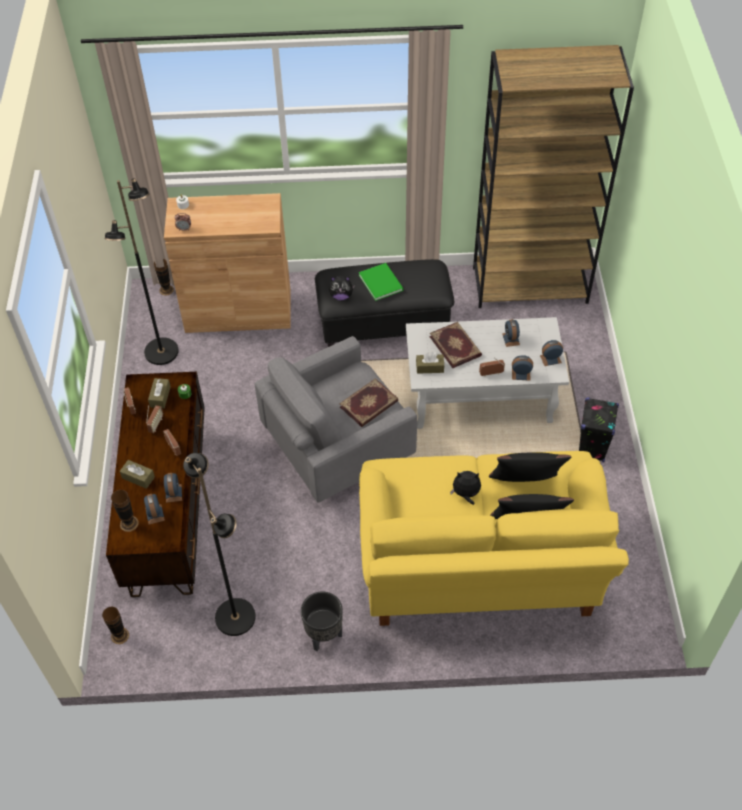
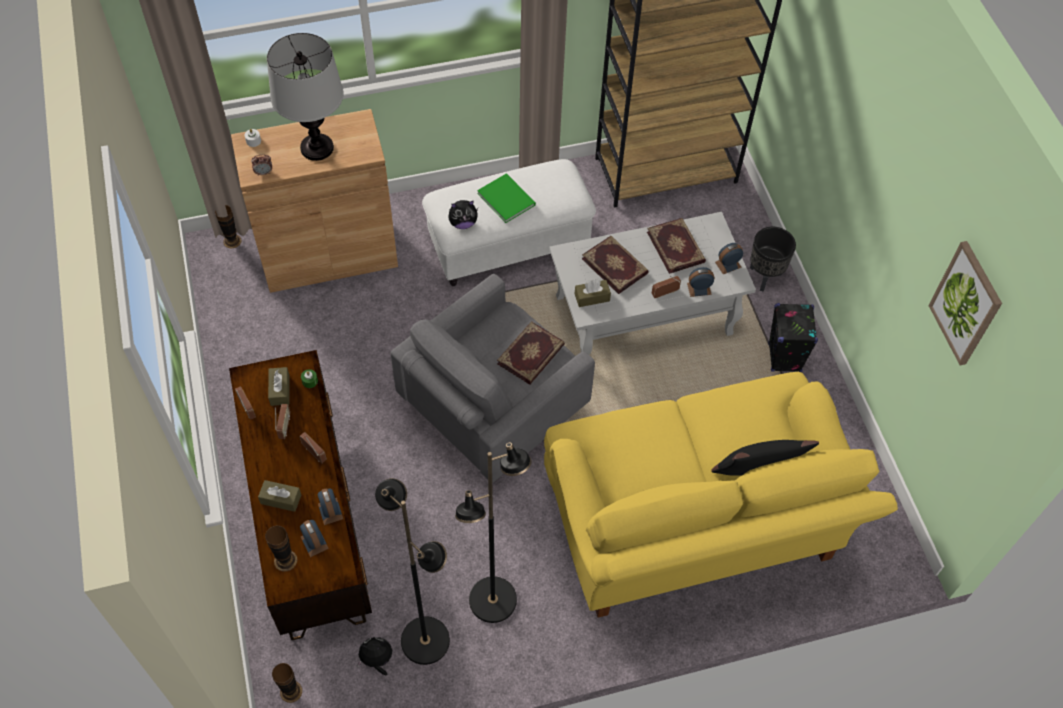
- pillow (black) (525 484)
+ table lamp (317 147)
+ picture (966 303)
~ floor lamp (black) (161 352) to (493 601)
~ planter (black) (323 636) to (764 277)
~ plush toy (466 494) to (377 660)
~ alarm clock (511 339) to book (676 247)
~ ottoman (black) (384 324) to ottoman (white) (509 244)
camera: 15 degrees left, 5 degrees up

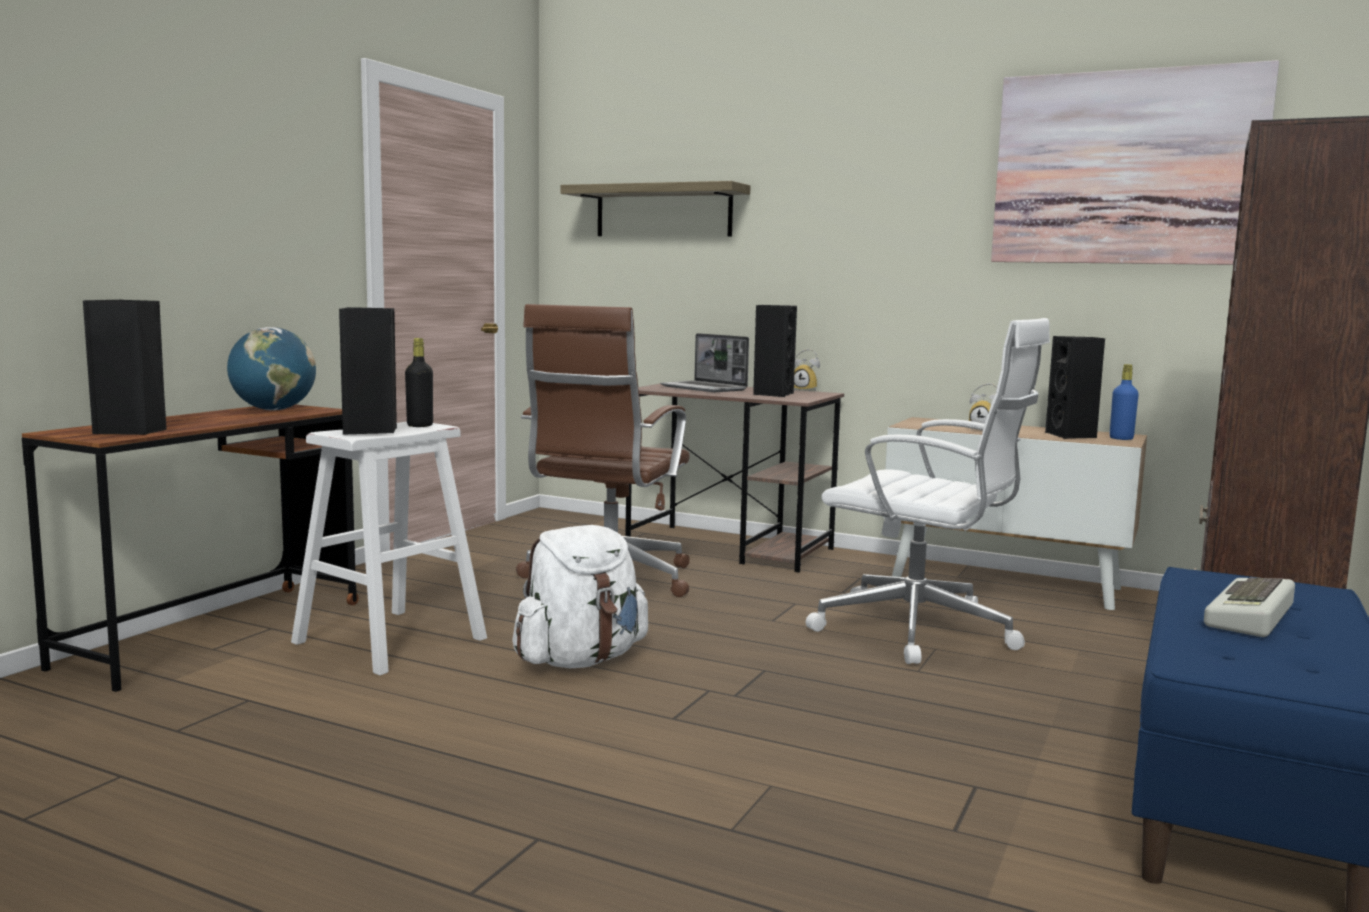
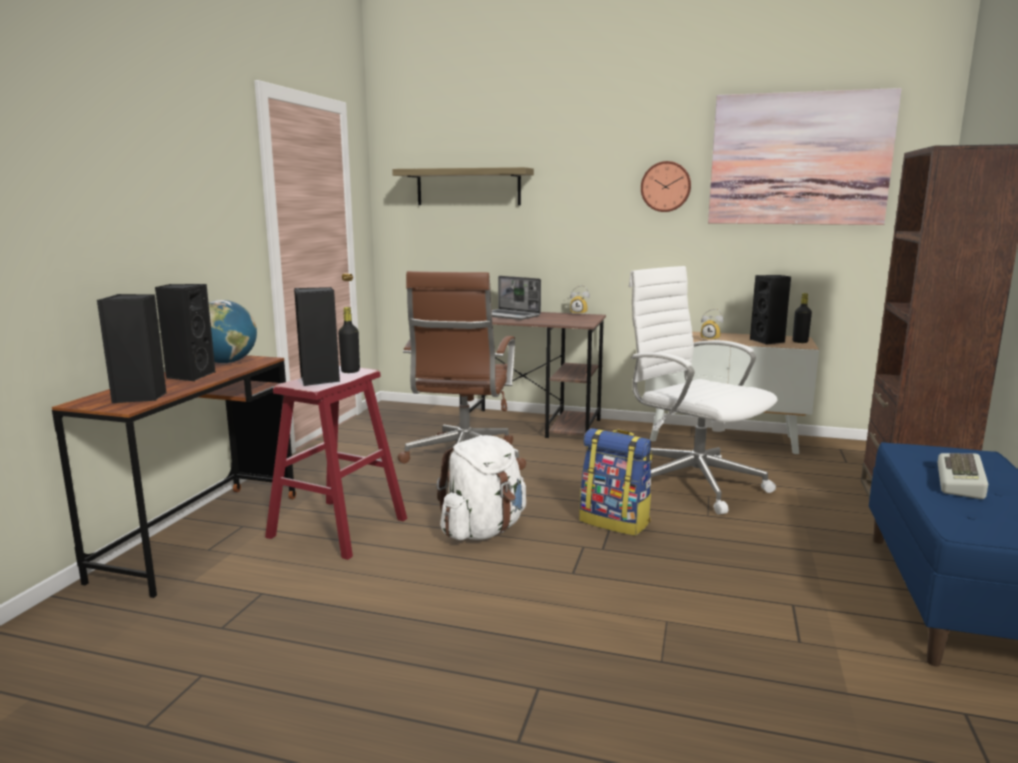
+ backpack (615 522)
+ wall clock (665 186)
~ speaker (black) (773 394) to (190 376)
~ stool (white) (390 640) to stool (red) (338 528)
~ bottle (blue) (1121 438) to bottle (black) (800 342)
~ office chair (white) (921 631) = (692 483) 150 degrees counterclockwise
camera: 10 degrees left, 5 degrees up

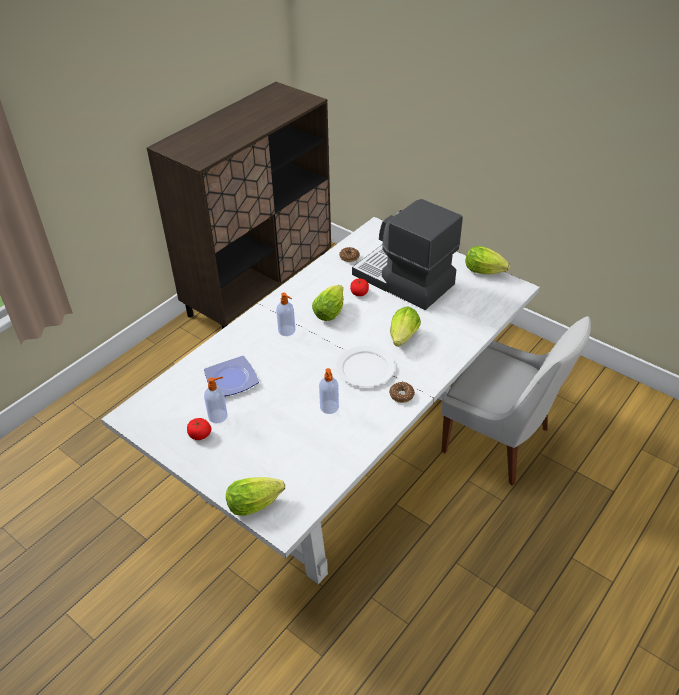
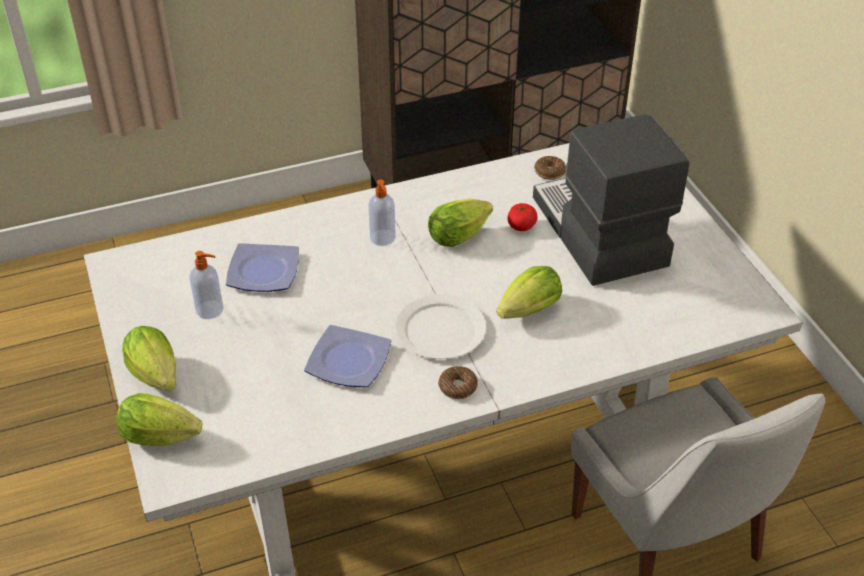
- tomato (200 434)
~ lettuce (486 272) to (157 377)
~ soap dispenser (329 408) to plate (350 360)
camera: 30 degrees right, 0 degrees up

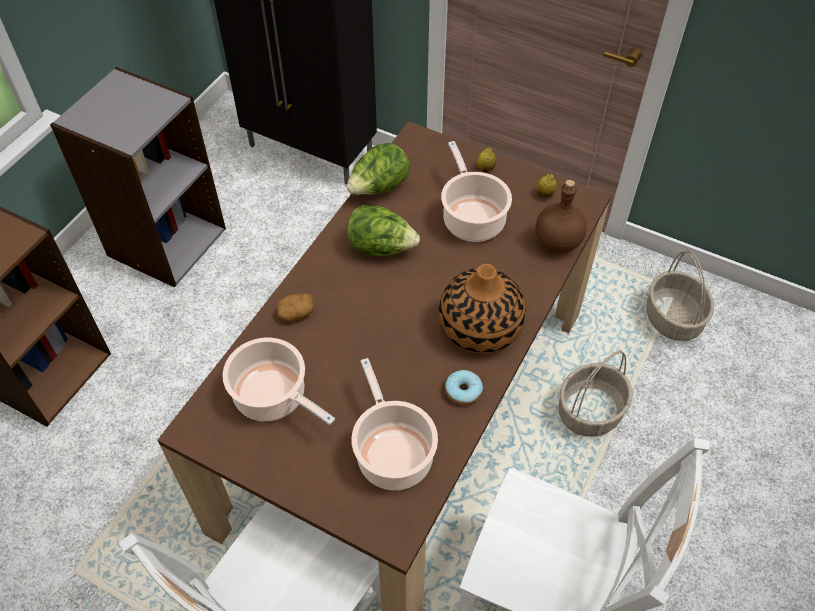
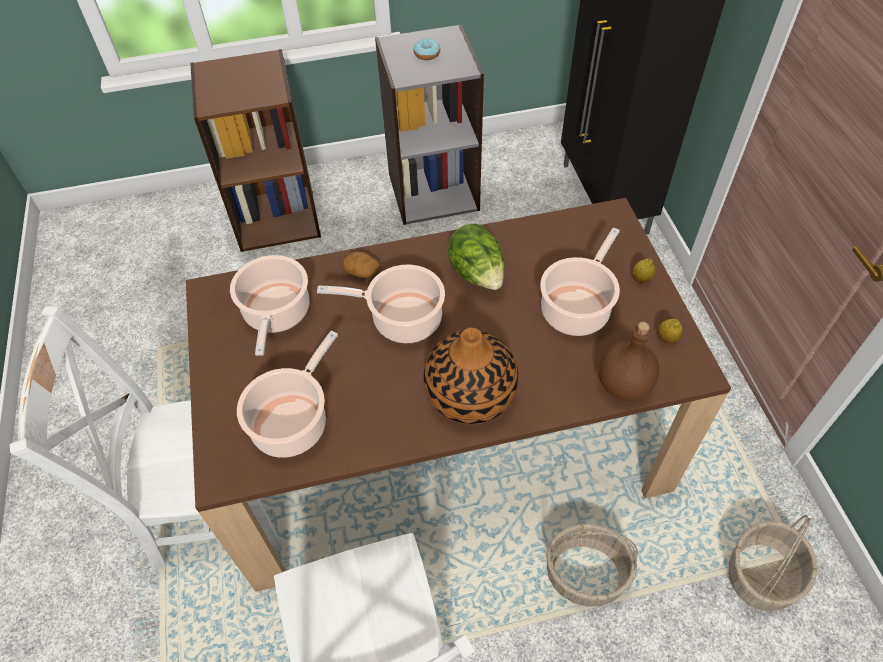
- lettuce (379 188)
+ cooking pot (402 319)
~ donut (463 391) to (427 54)
camera: 50 degrees right, 0 degrees up

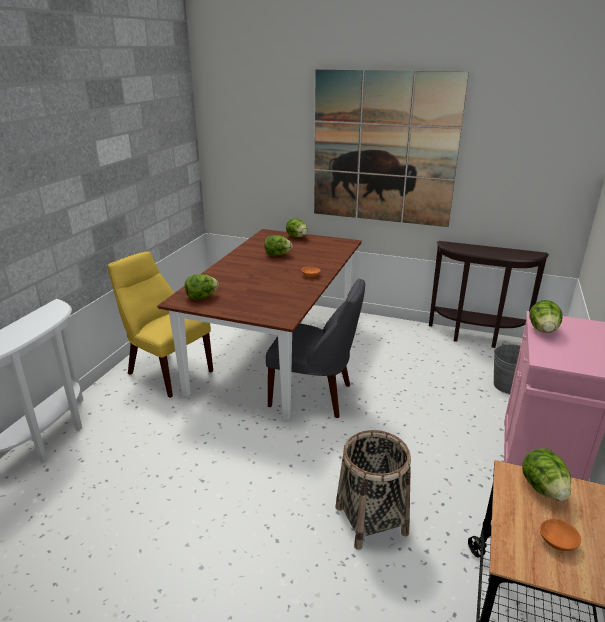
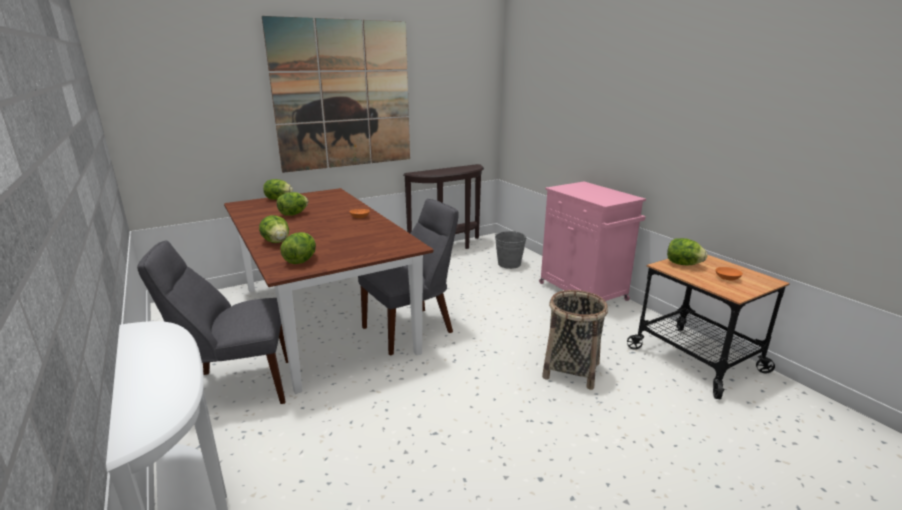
~ lettuce (543 330) to (276 242)
~ chair (yellow) (167 371) to chair (grey) (237 387)
camera: 50 degrees left, 5 degrees down

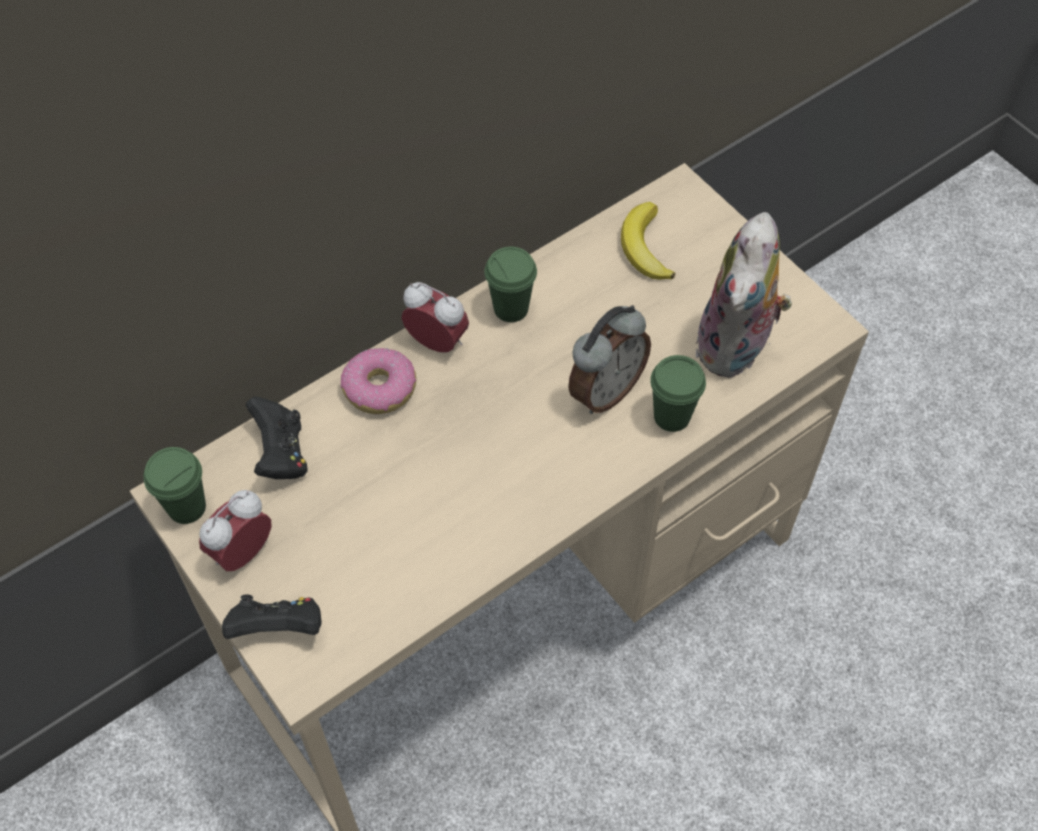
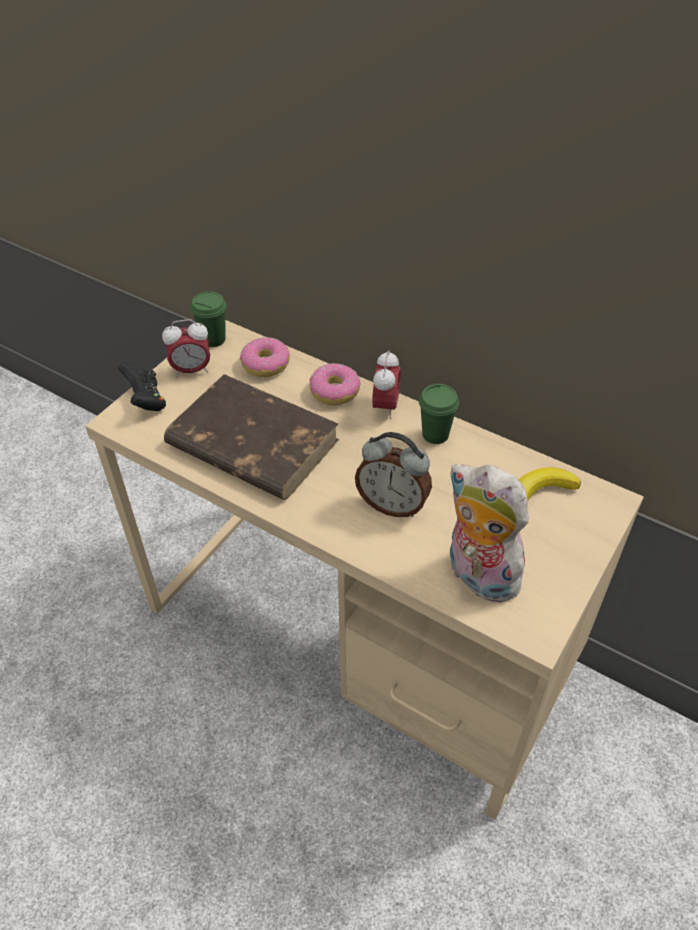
- cup (green) (671 416)
+ book (brown) (251 443)
~ game controller (black) (281 454) to donut (266 364)
~ alarm clock (242 552) = (191 370) 150 degrees clockwise
~ plush toy (736 348) = (477 575) 45 degrees clockwise
camera: 70 degrees right, 10 degrees down

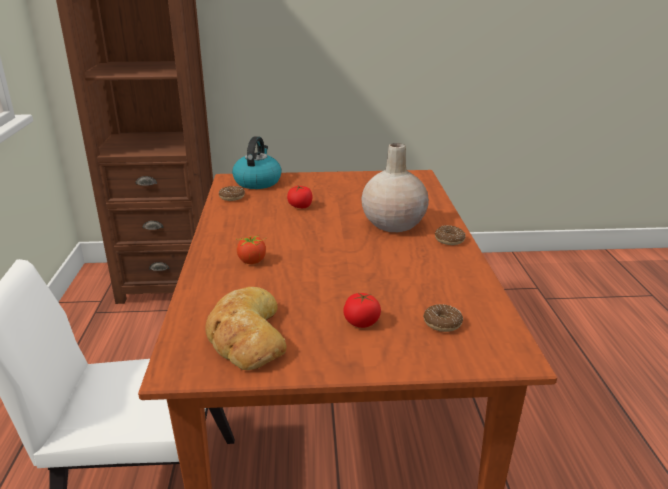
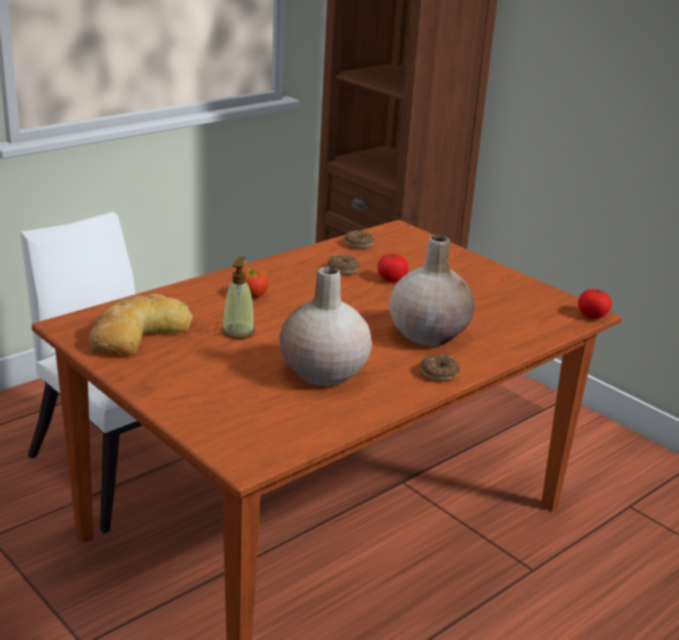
- kettle (257 182)
+ soap dispenser (238 331)
+ vase (beige) (323 373)
~ tomato (361 322) to (592 315)
~ donut (442 323) to (343 269)
camera: 50 degrees right, 0 degrees up

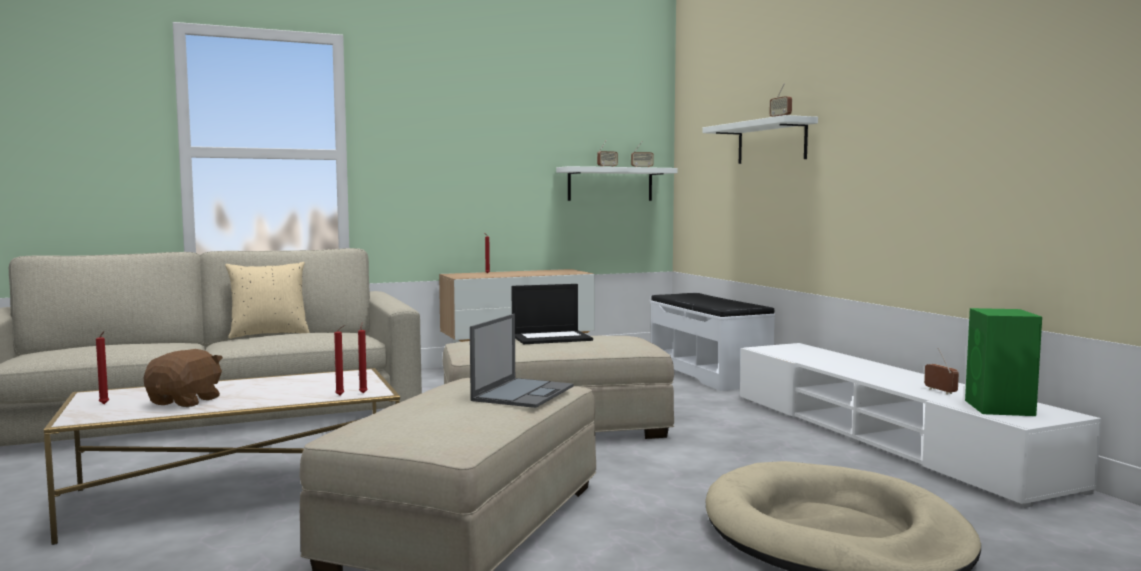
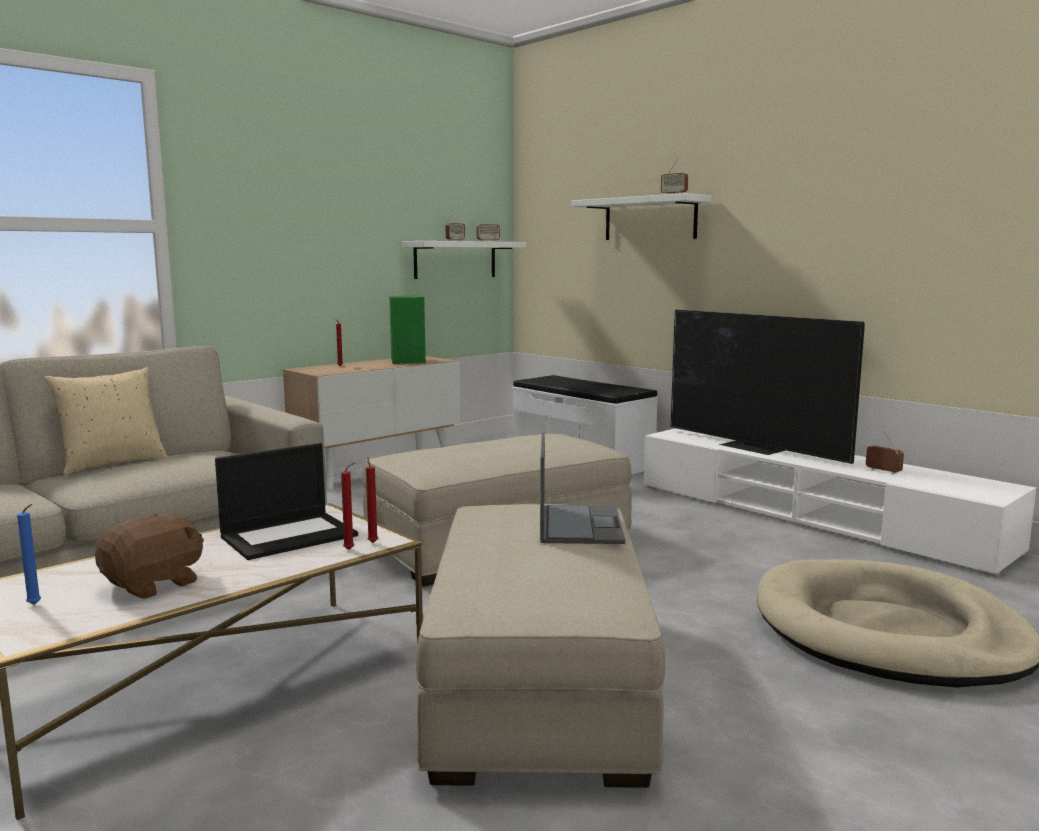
+ television (753 447)
~ laptop (552 338) to (289 535)
~ speaker (green) (999 408) to (408 361)
~ candle (red) (104 404) to candle (blue) (36 605)
~ plush toy (brown) (186 401) = (154 584) 45 degrees clockwise
camera: 20 degrees left, 5 degrees up

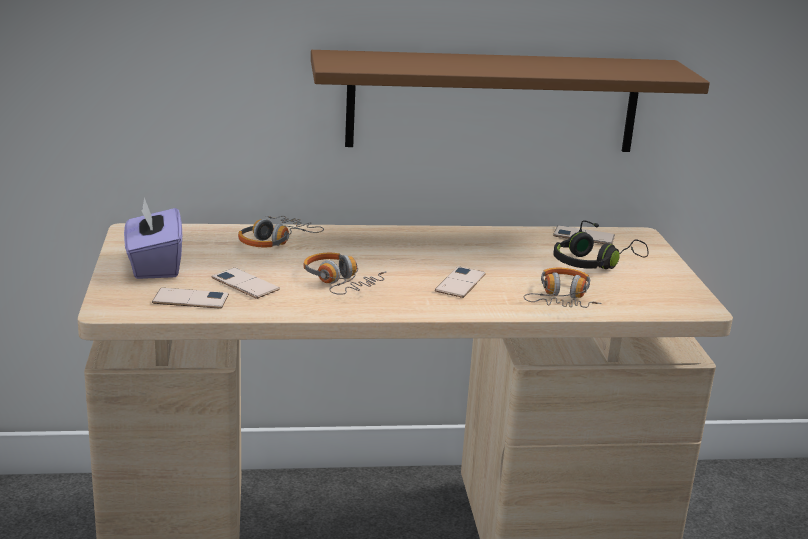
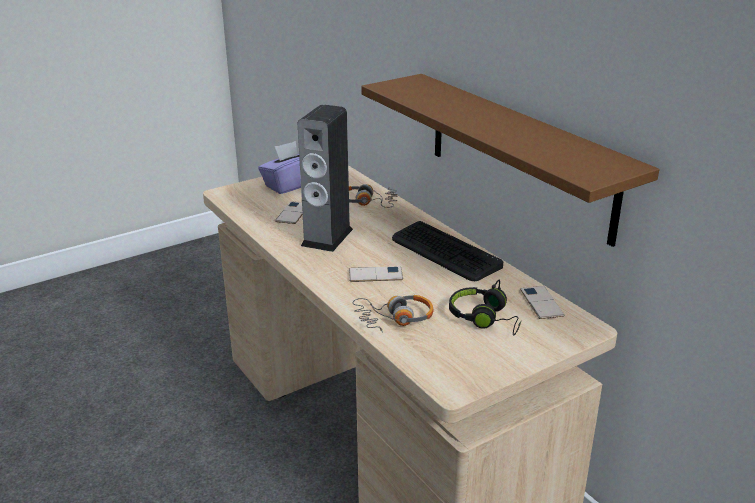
- phone (190 299)
+ keyboard (444 252)
~ headphones (340 282) to speaker (327 237)
camera: 65 degrees right, 5 degrees up

